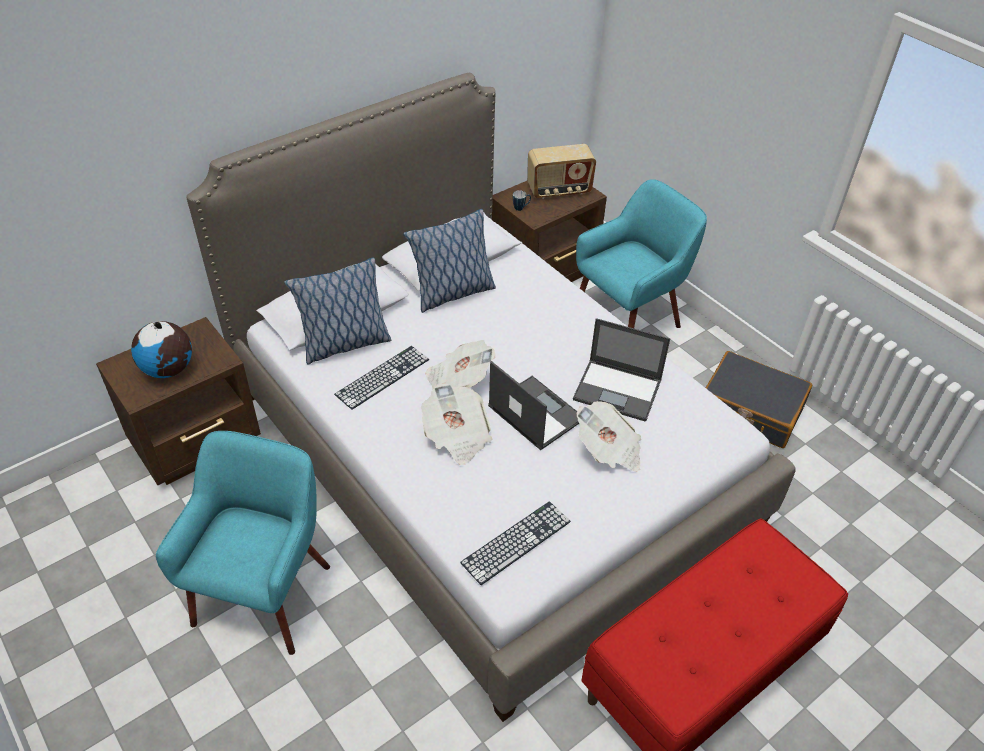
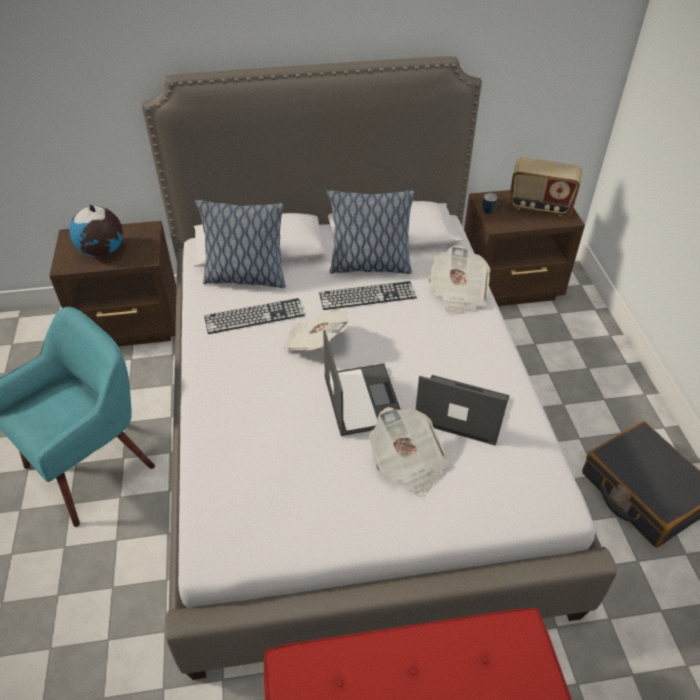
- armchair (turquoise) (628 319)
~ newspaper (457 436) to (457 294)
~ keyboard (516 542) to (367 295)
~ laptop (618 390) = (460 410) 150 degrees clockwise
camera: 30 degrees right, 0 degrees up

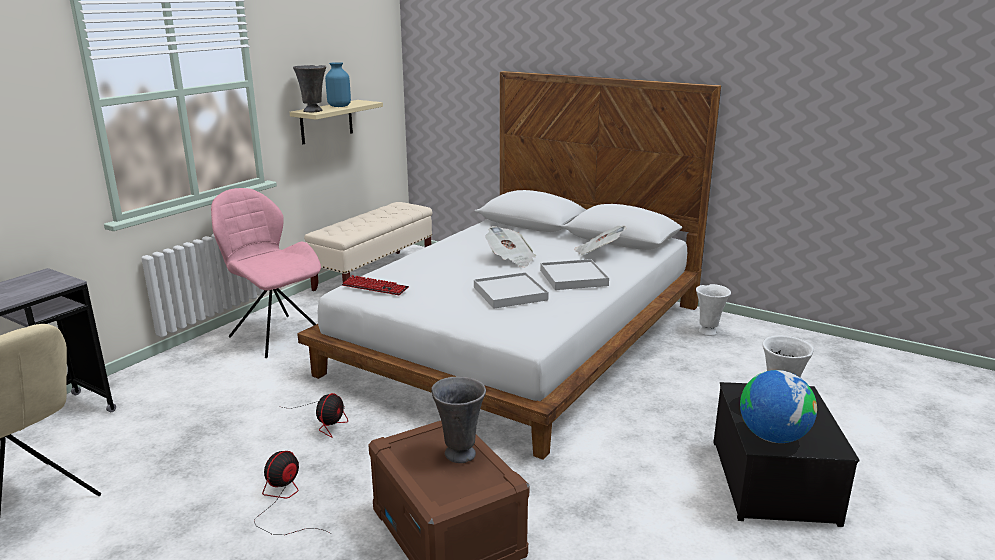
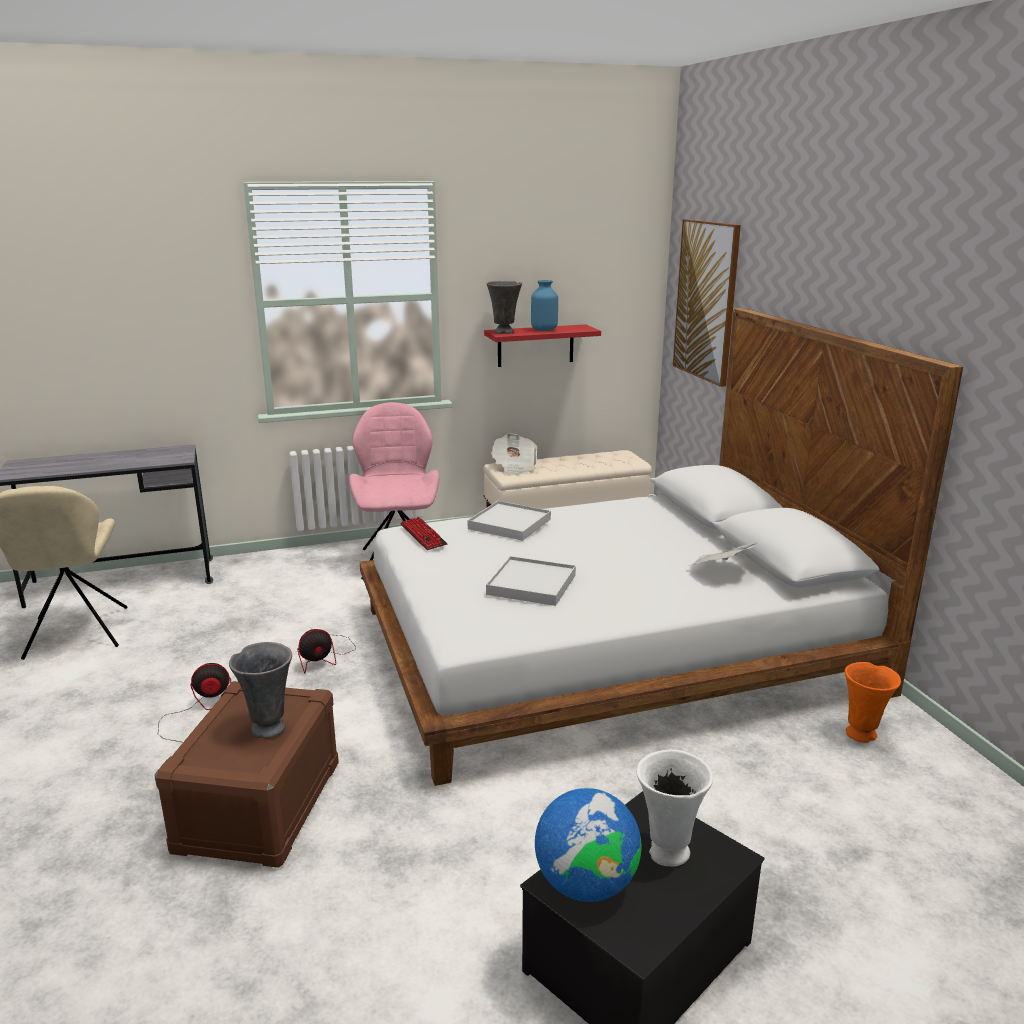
+ picture (706 301)
~ newspaper (510 259) to (514 467)
~ tray (white) (573 278) to (509 524)
~ shelf (beige) (326 122) to shelf (red) (535 345)
~ vase (white) (708 332) to vase (orange) (862 734)
camera: 40 degrees right, 0 degrees up

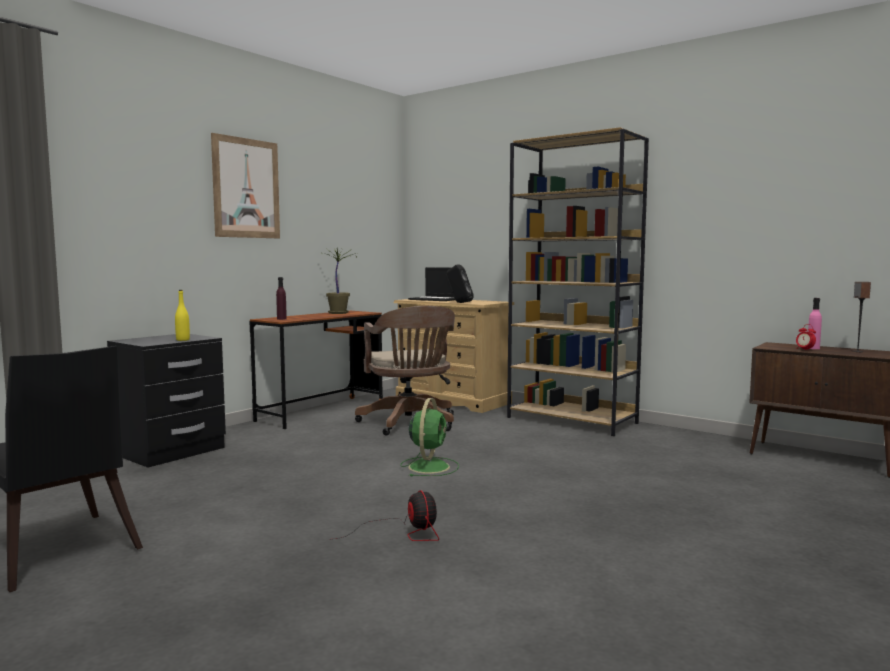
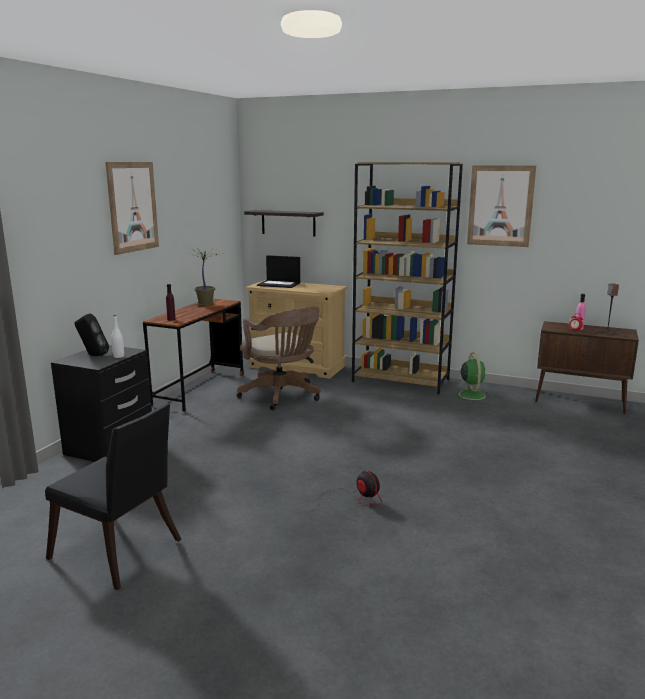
+ shelf (288 223)
+ picture (500 206)
~ fan (green) (429 466) to (471 395)
~ speaker (black) (459 302) to (93 355)
~ bottle (yellow) (183 340) to bottle (white) (118 356)
camera: 15 degrees left, 10 degrees up

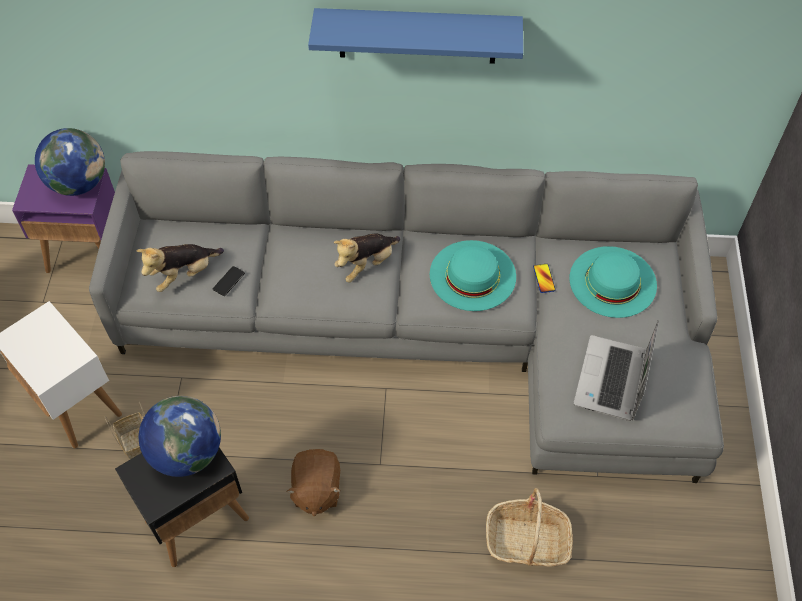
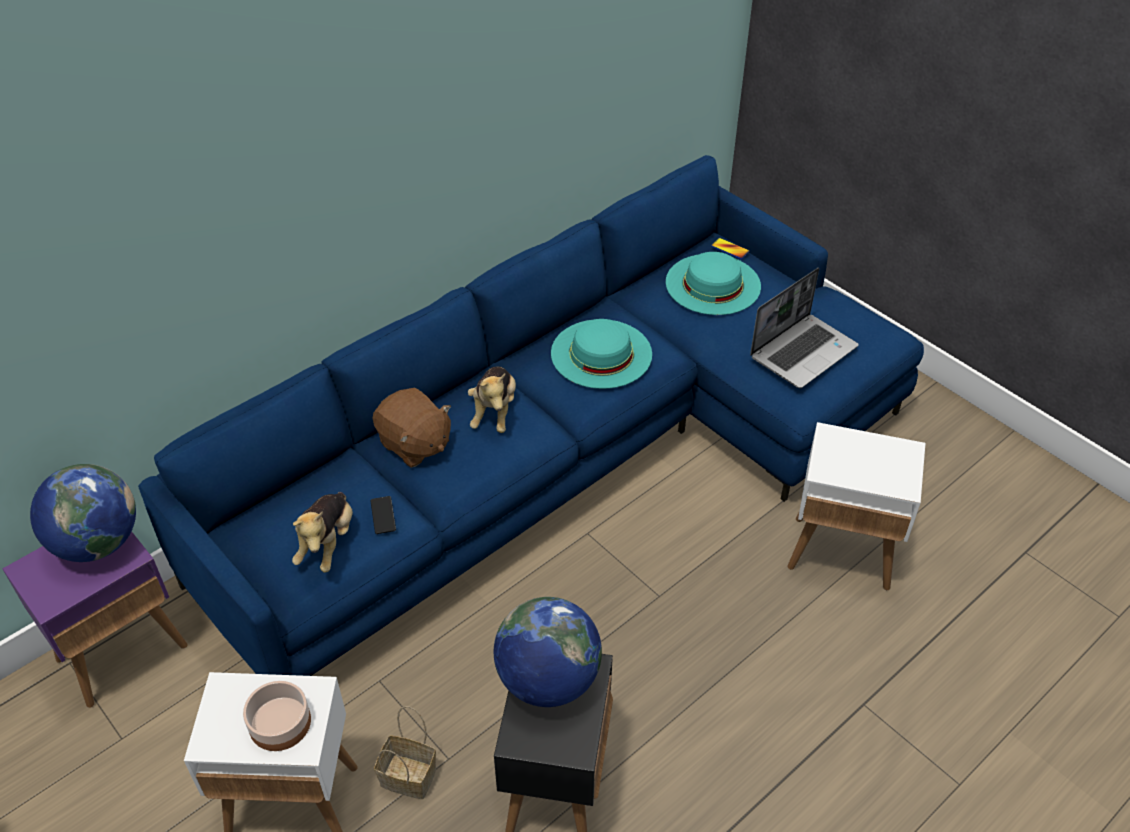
- shelf (blue) (417 36)
+ bowl (279 724)
~ plush toy (brown) (316 489) to (414 444)
~ phone (544 278) to (730 249)
~ basket (527 541) to side table (white) (842 553)
~ sofa (grey) (434 328) to sofa (blue) (569 455)
~ laptop (612 380) = (803 351) 105 degrees counterclockwise
camera: 45 degrees left, 10 degrees down

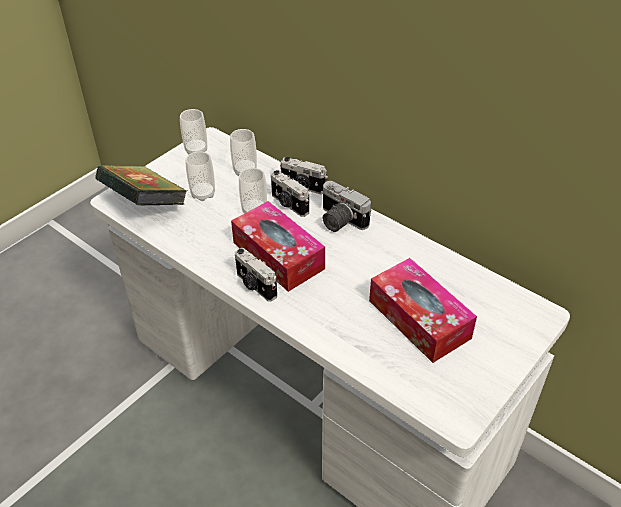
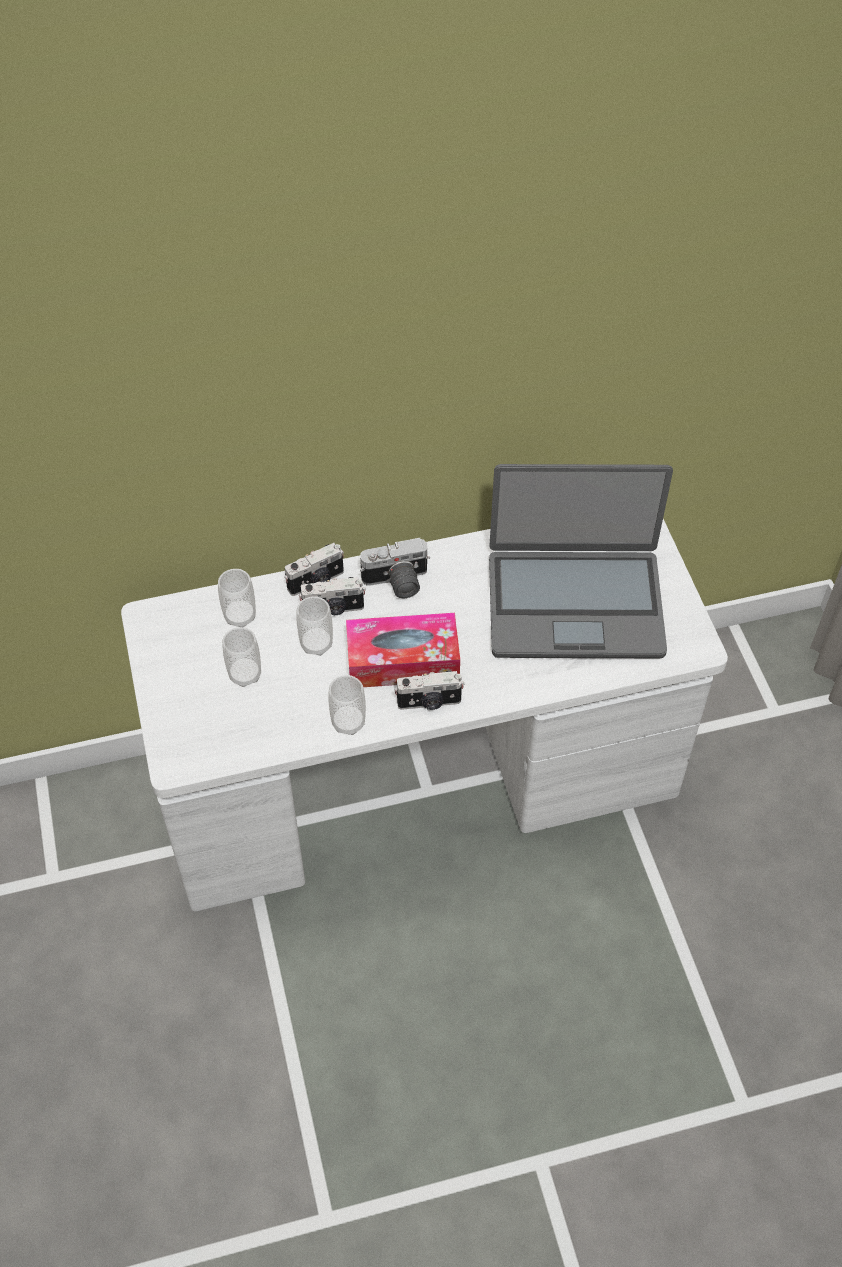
- book (145 205)
~ cup (196 150) to (348 722)
~ tissue box (419 319) to laptop (574 603)
camera: 55 degrees left, 10 degrees up

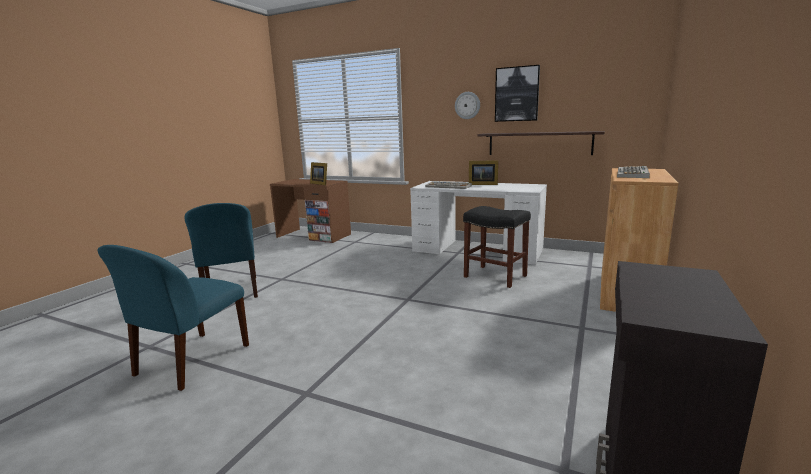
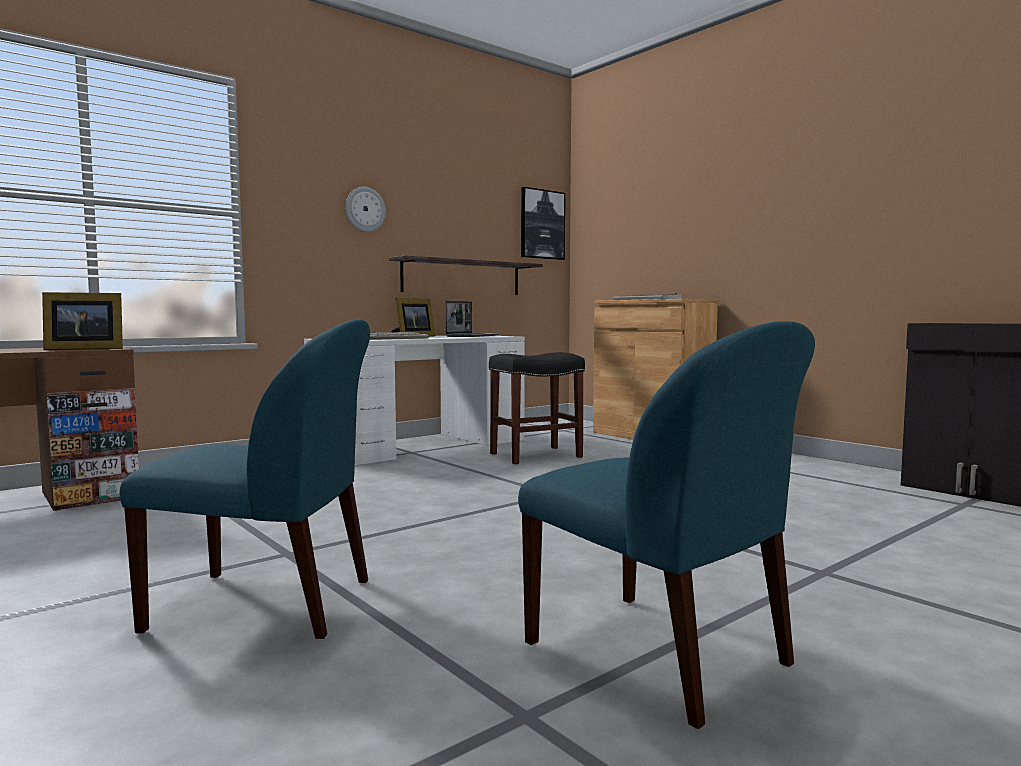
+ laptop (472 336)
~ picture (517 94) to (542 224)
camera: 65 degrees left, 10 degrees down

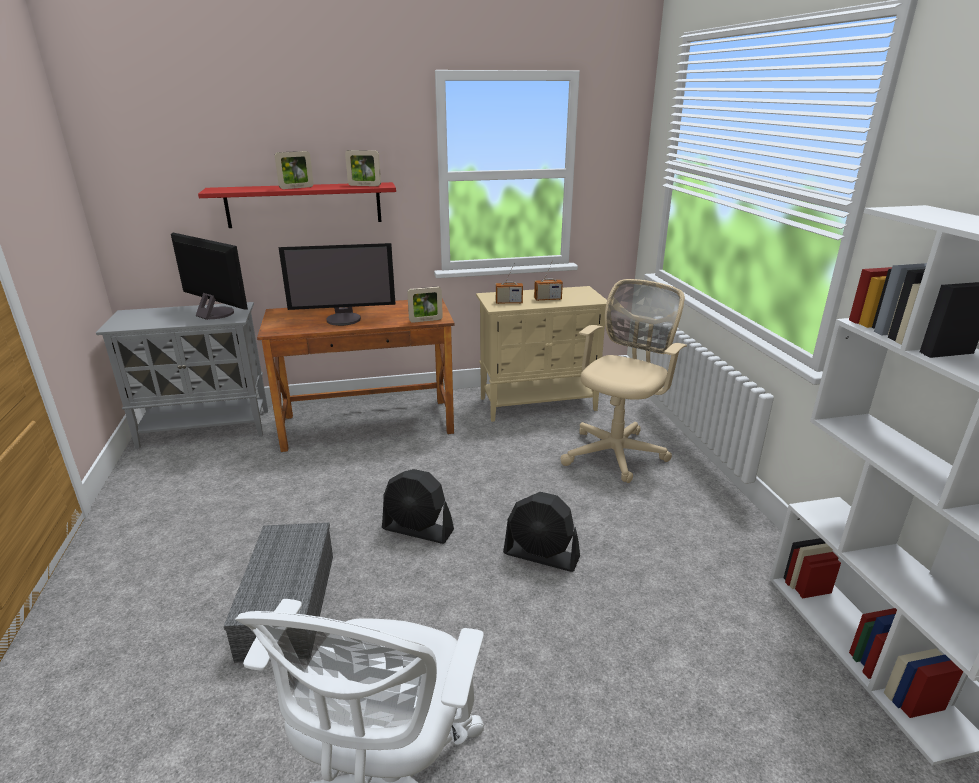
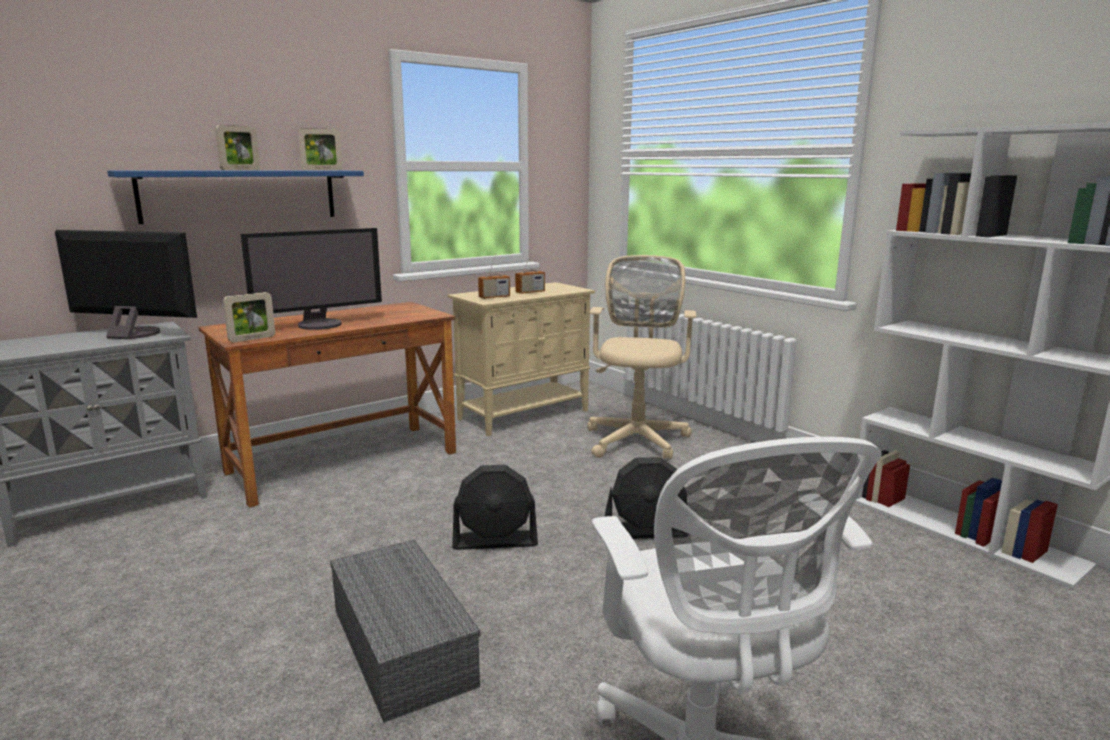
~ picture frame (425 320) to (252 339)
~ shelf (red) (304 205) to shelf (blue) (240 195)
camera: 25 degrees left, 10 degrees down

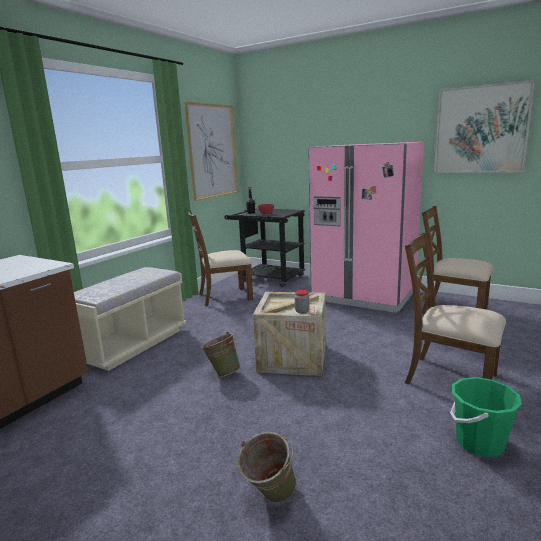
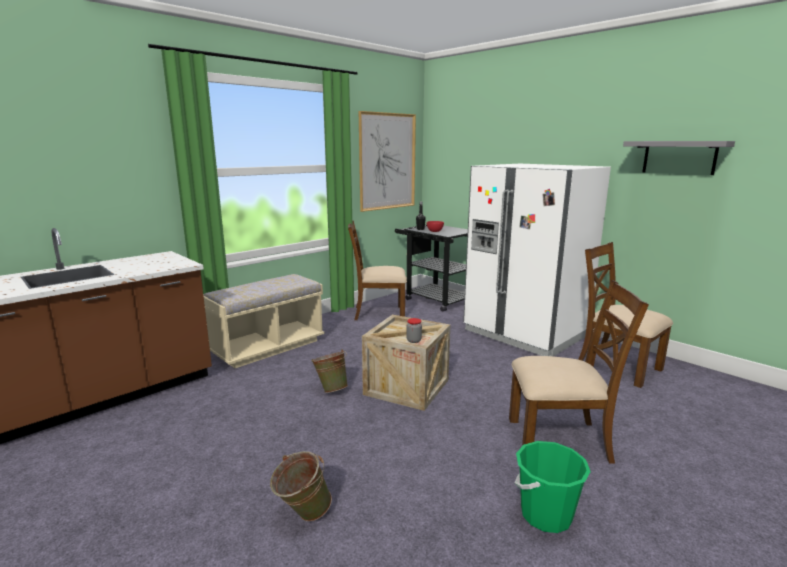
~ picture (481 129) to shelf (grey) (679 157)
~ fridge (pink) (364 295) to fridge (white) (525 333)
~ chair (brown) (449 378) = (560 440) 135 degrees clockwise
camera: 15 degrees right, 0 degrees up

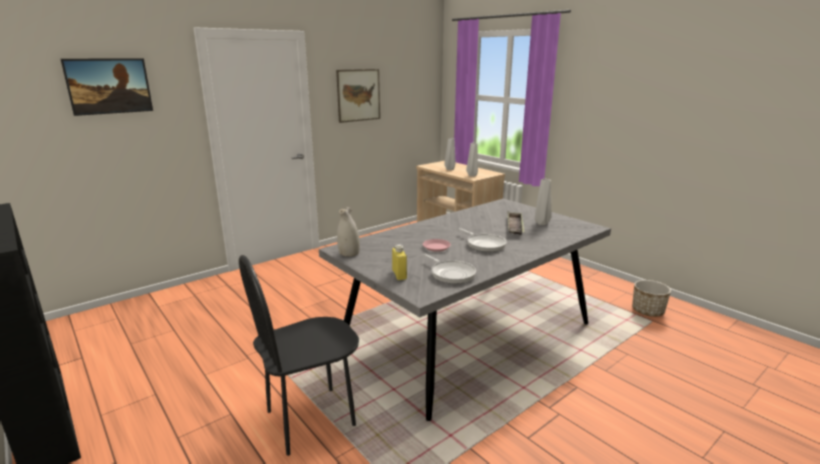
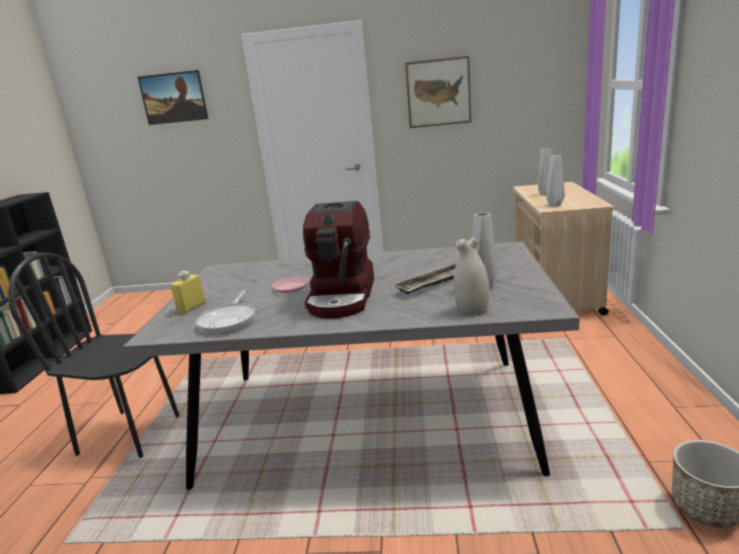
~ vase (white) (348 253) to (472 309)
~ frying pan (484 244) to coffee machine (343 296)
camera: 45 degrees right, 0 degrees up

